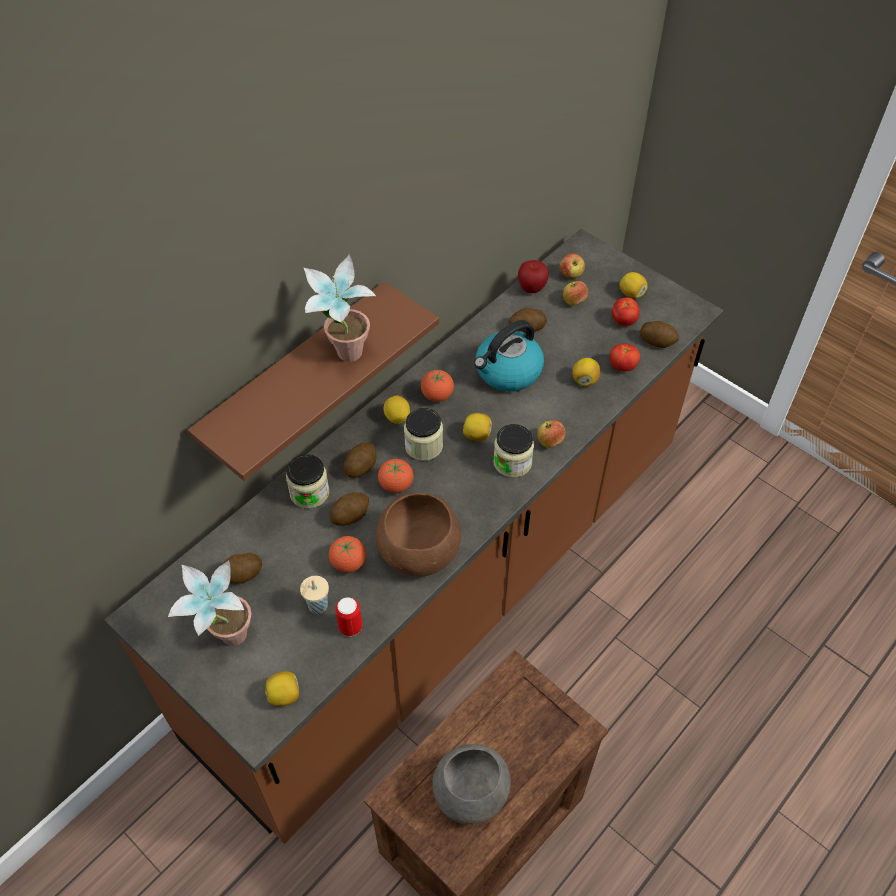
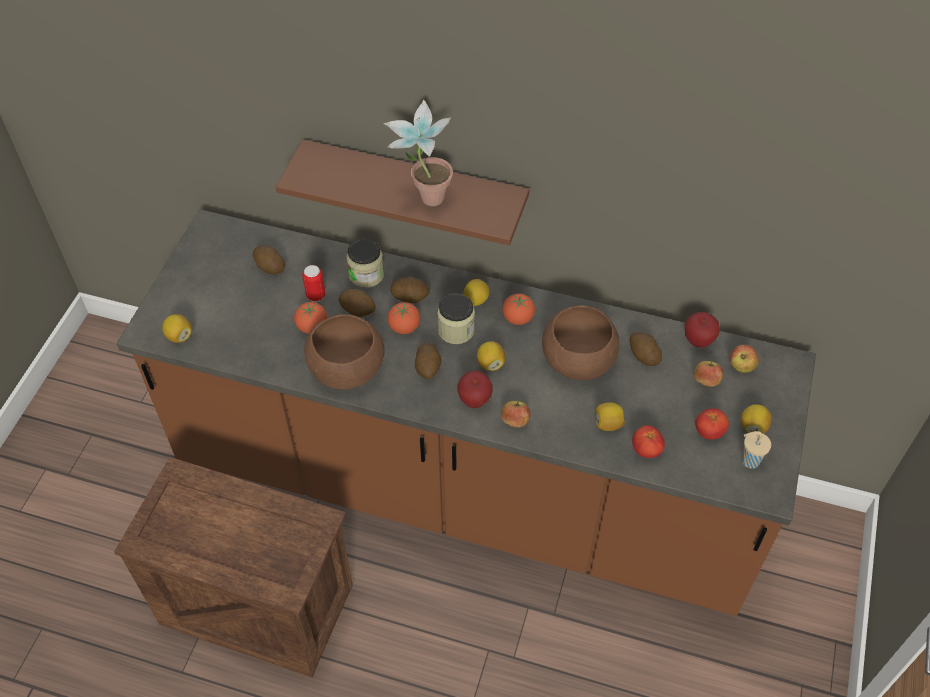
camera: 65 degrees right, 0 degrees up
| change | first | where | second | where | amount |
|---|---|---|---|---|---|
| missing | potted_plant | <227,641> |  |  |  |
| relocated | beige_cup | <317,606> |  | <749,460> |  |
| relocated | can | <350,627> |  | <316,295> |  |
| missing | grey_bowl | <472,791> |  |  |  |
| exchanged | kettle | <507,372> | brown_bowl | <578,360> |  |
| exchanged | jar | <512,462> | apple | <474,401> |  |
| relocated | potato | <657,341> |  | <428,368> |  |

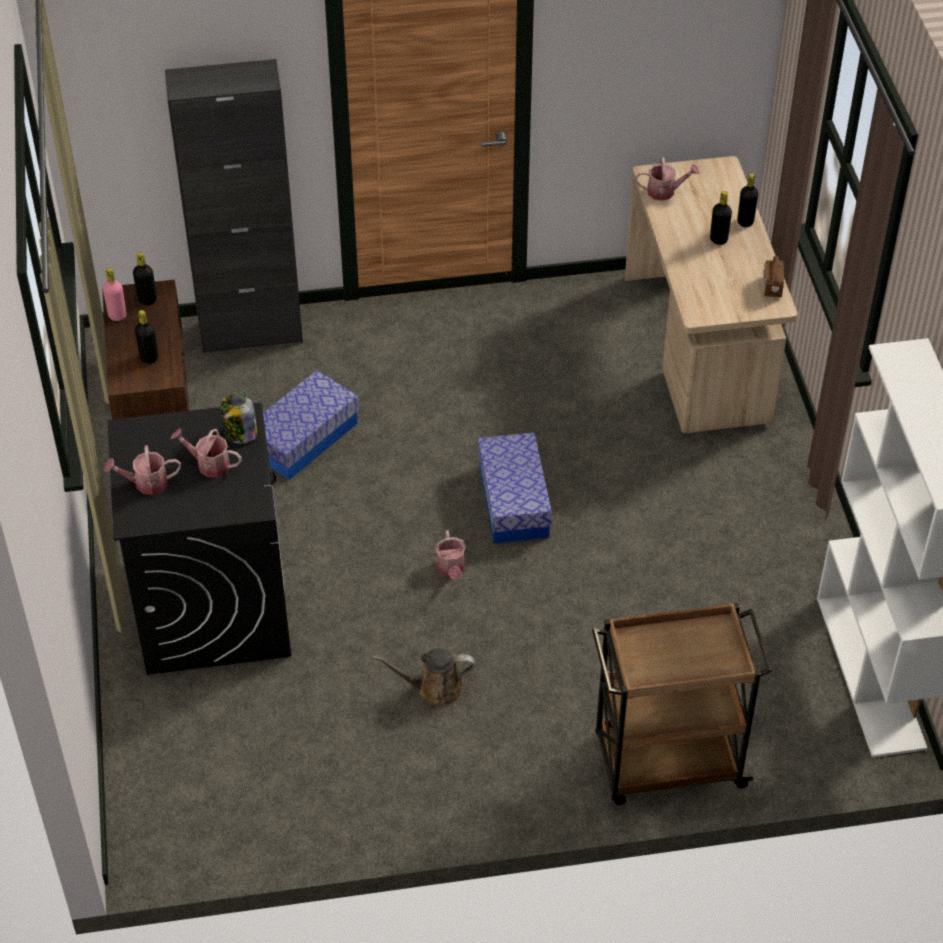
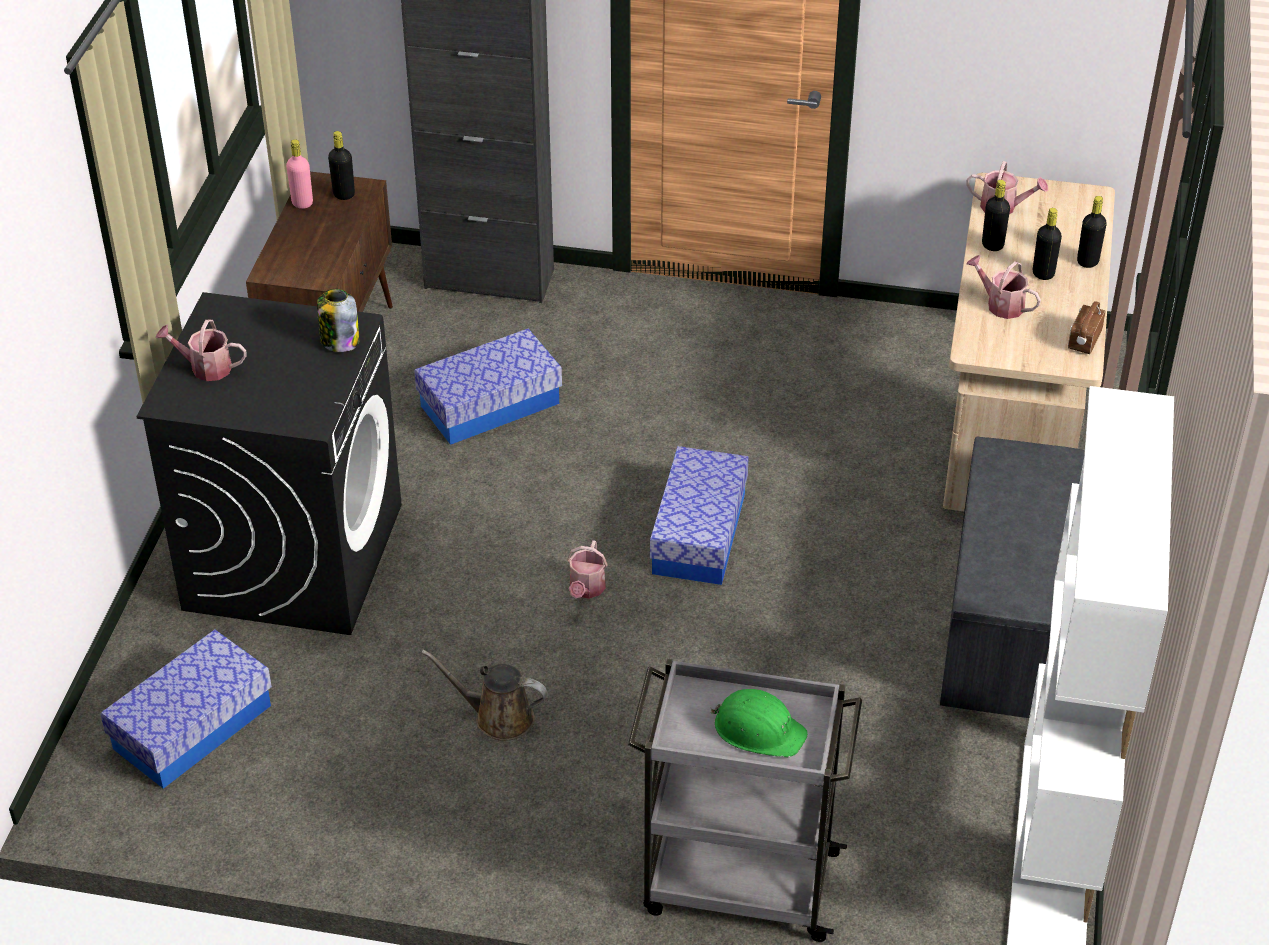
camera: 20 degrees right, 5 degrees down
| change | first | where | second | where | amount |
|---|---|---|---|---|---|
| relocated | black_bottle | <149,358> |  | <992,245> |  |
| relocated | watering_can | <209,464> |  | <1000,304> |  |
| colour | brown_cart | <666,762> | grey_cart | <737,882> |  |
| appeared |  |  | storage_box | <192,727> |  |
| appeared |  |  | green_hard_hat | <758,729> |  |
| appeared |  |  | grey_bench | <1008,625> |  |

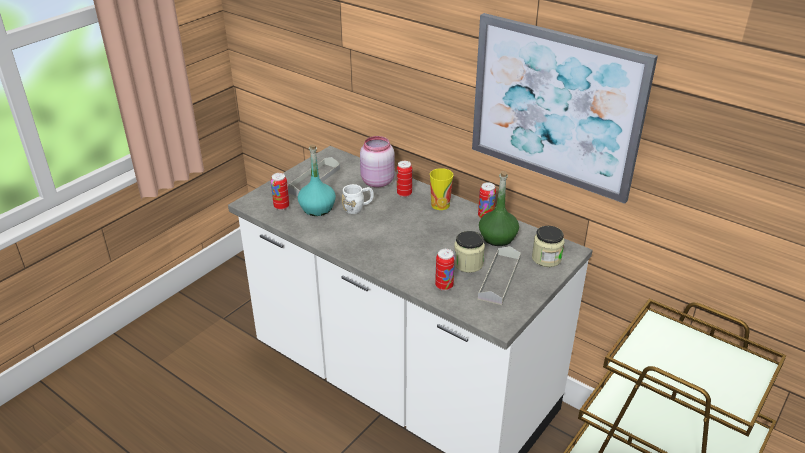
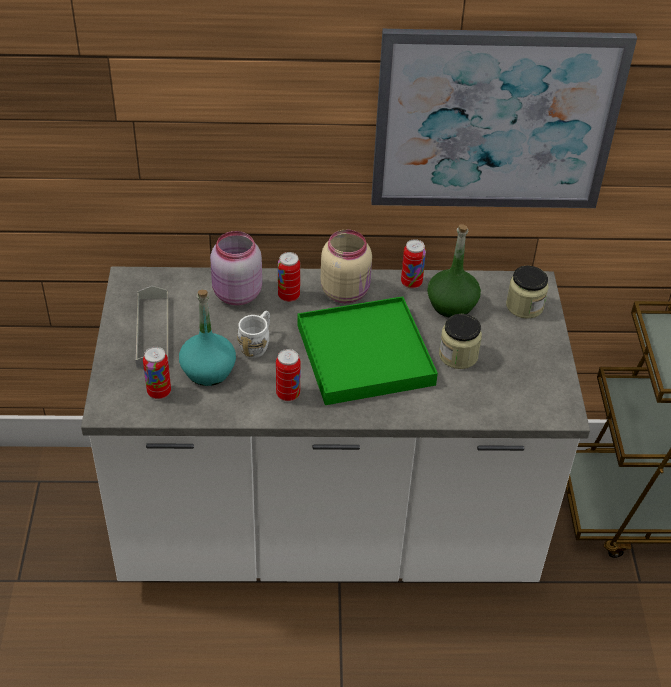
camera: 40 degrees left, 10 degrees up
| change | first | where | second | where | amount |
|---|---|---|---|---|---|
| exchanged | cup | <440,205> | beige_jar | <346,291> |  |
| relocated | can | <444,286> |  | <288,394> |  |
| missing | grey_tray | <499,278> |  |  |  |
| appeared |  |  | green_tray | <364,355> |  |

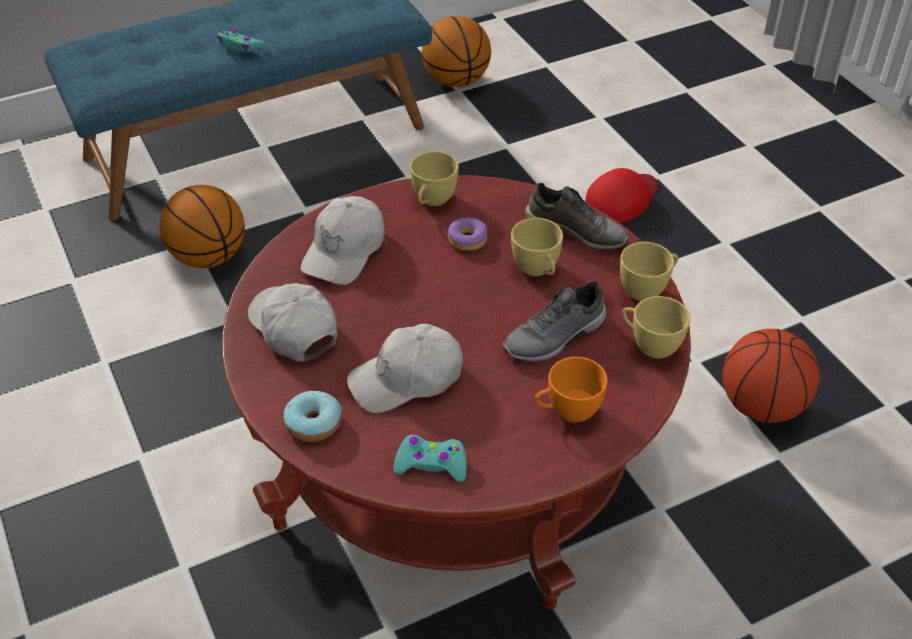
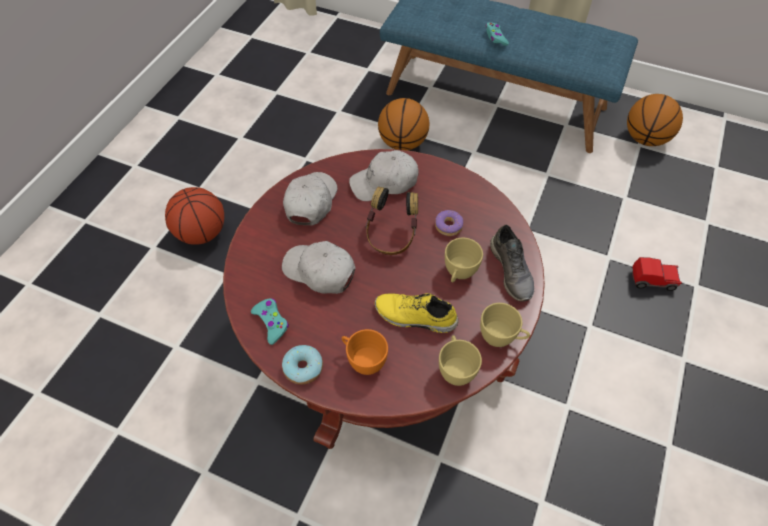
camera: 50 degrees right, 10 degrees up
| change | first | where | second | where | amount |
|---|---|---|---|---|---|
| relocated | donut | <313,423> |  | <303,368> |  |
| missing | yellow_cup | <432,201> |  |  |  |
| colour | grey_shoe | <555,337> | yellow_shoe | <414,317> |  |
| exchanged | red_cap | <622,199> | toy_car | <652,280> |  |
| relocated | basketball | <761,406> |  | <202,233> |  |
| appeared |  |  | headphones | <391,236> |  |

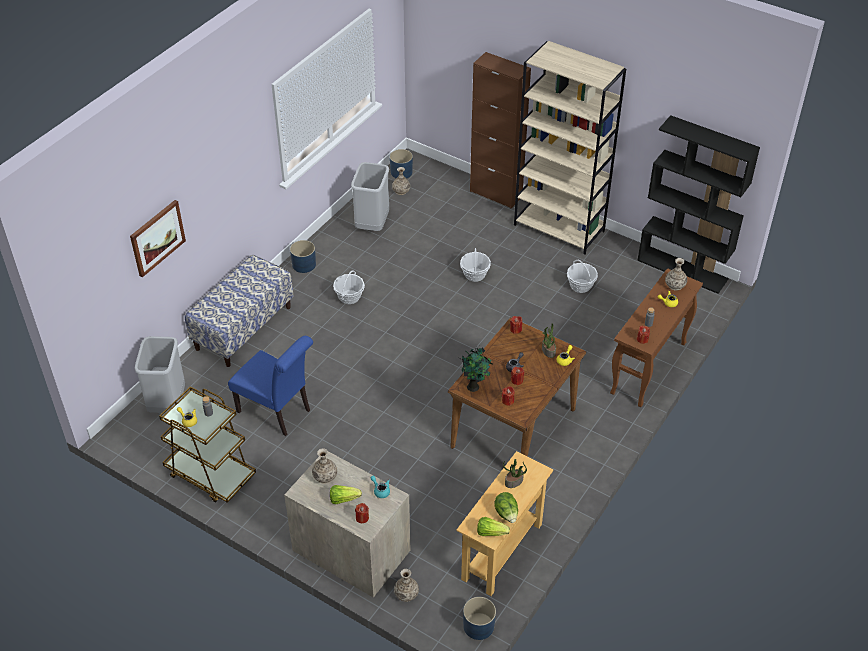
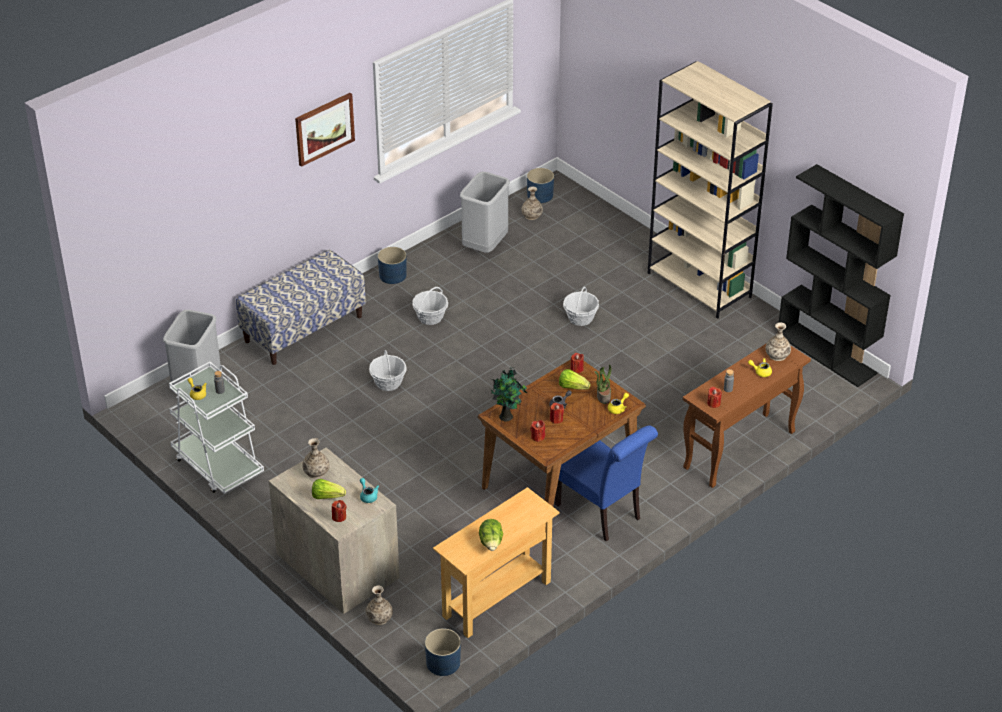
camera: 15 degrees right, 5 degrees down
| change | first | where | second | where | amount |
|---|---|---|---|---|---|
| relocated | picture | <157,237> |  | <324,128> |  |
| colour | brown_cart | <210,474> | white_cart | <217,465> |  |
| relocated | blue_chair | <277,412> |  | <602,514> |  |
| missing | brown_cabinet | <496,194> |  |  |  |
| relocated | lettuce | <491,532> |  | <573,387> |  |
| missing | potted_plant | <514,482> |  |  |  |
| relocated | basket | <580,286> |  | <388,383> |  |

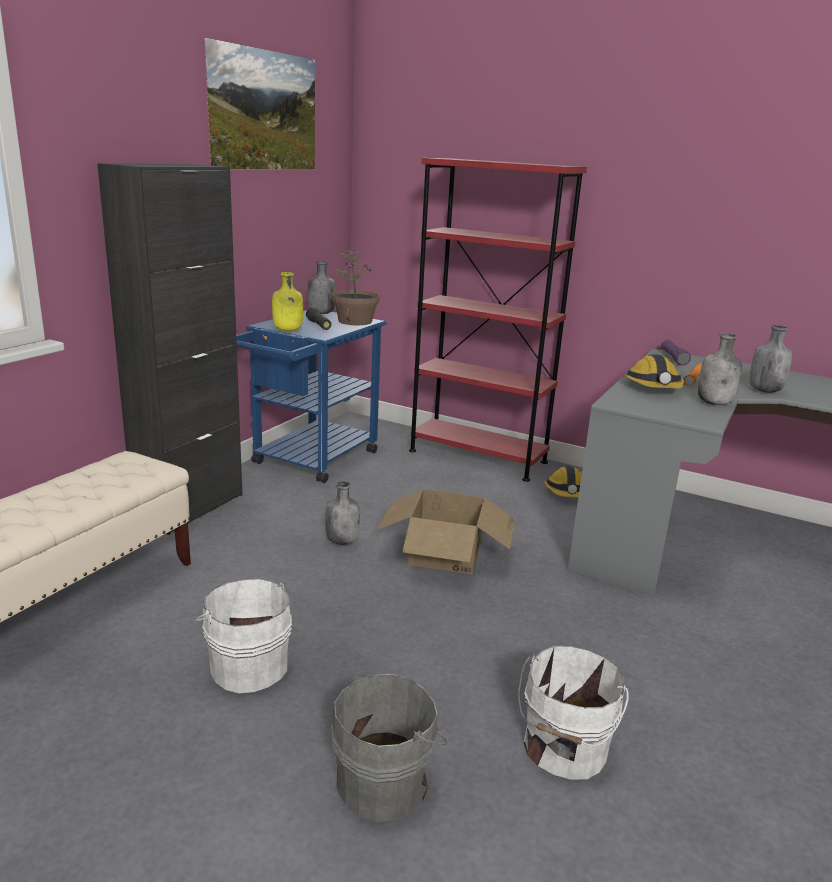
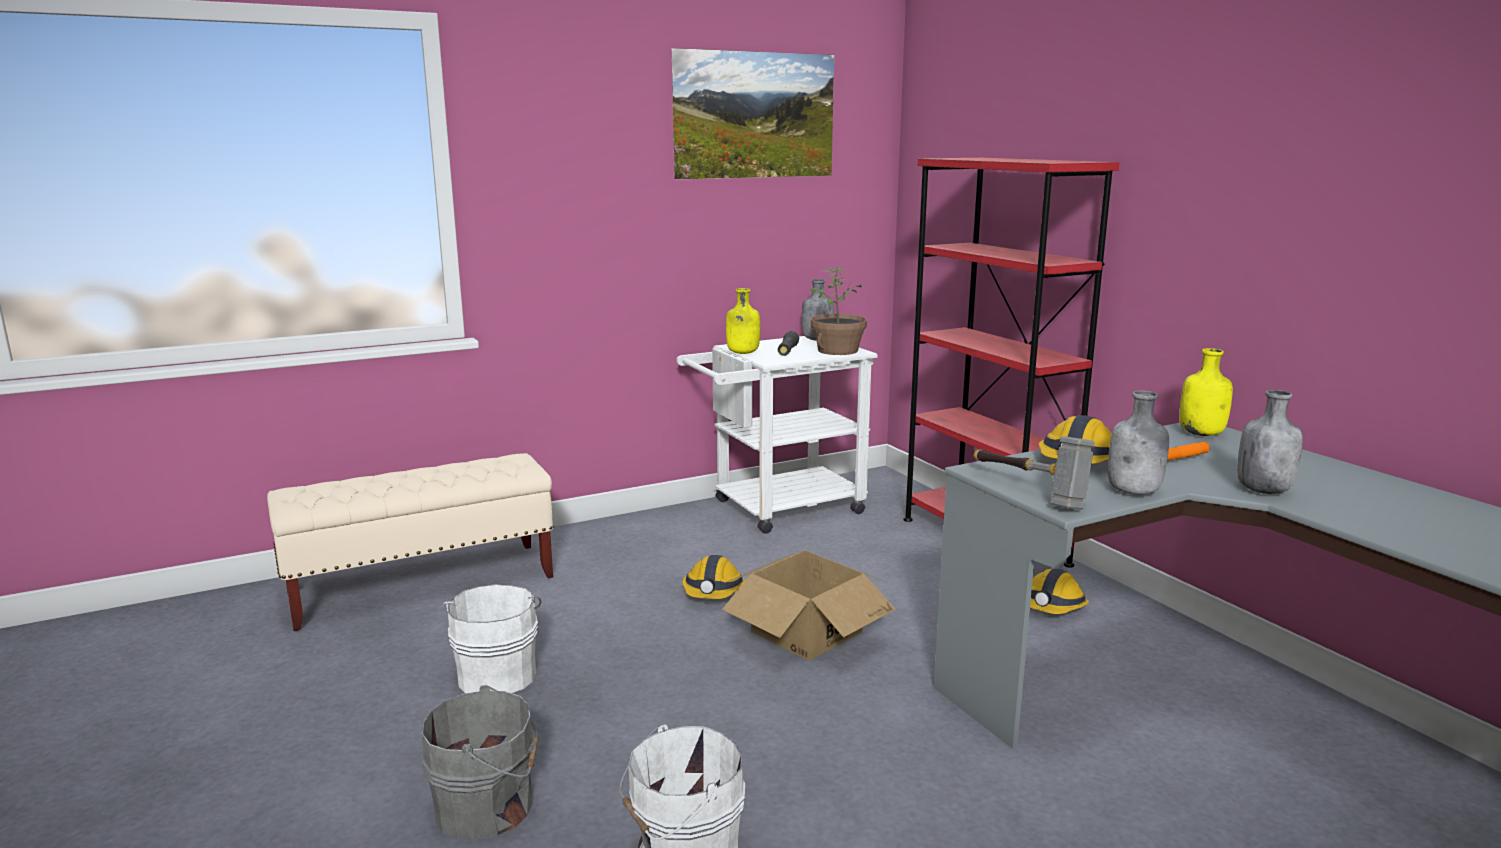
camera: 35 degrees right, 5 degrees down
| change | first | where | second | where | amount |
|---|---|---|---|---|---|
| missing | black_cabinet | <190,508> |  |  |  |
| colour | blue_cart | <309,461> | white_cart | <777,509> |  |
| exchanged | grey_bottle | <342,541> | hard_hat | <713,592> |  |
| exchanged | purple_flashlight | <673,358> | yellow_bottle | <1202,434> |  |
| appeared |  |  | hammer | <1029,492> |  |

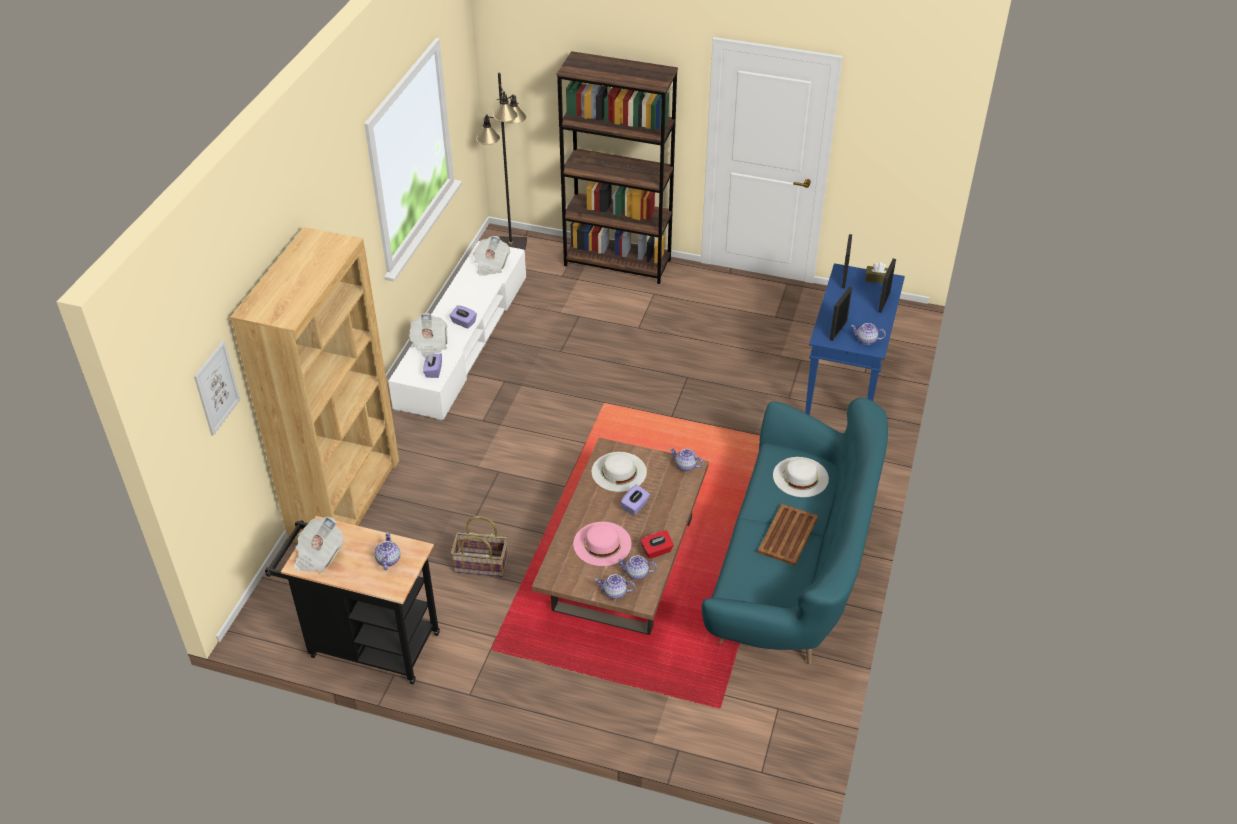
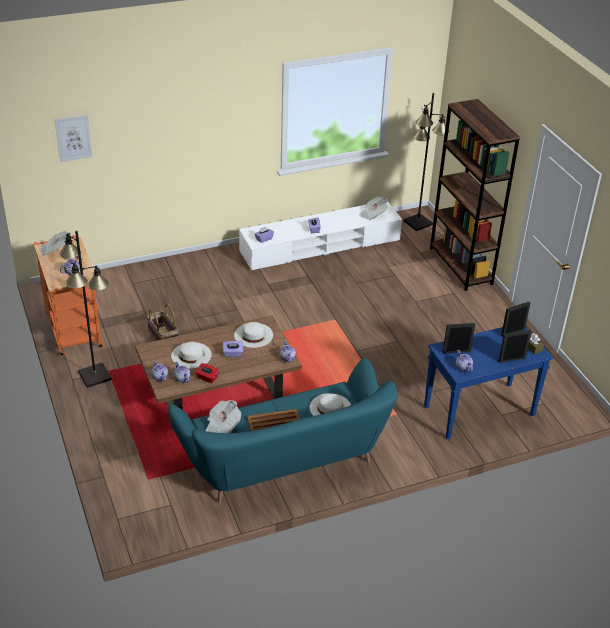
camera: 50 degrees right, 5 degrees down
| change | first | where | second | where | amount |
|---|---|---|---|---|---|
| missing | brown_bookcase | <345,499> |  |  |  |
| colour | black_cart | <367,644> | orange_cart | <72,328> |  |
| relocated | newspaper | <429,344> |  | <222,426> |  |
| colour | pink_hat | <602,543> | white_hat | <191,355> |  |
| appeared |  |  | black_floor_lamp | <95,375> |  |

